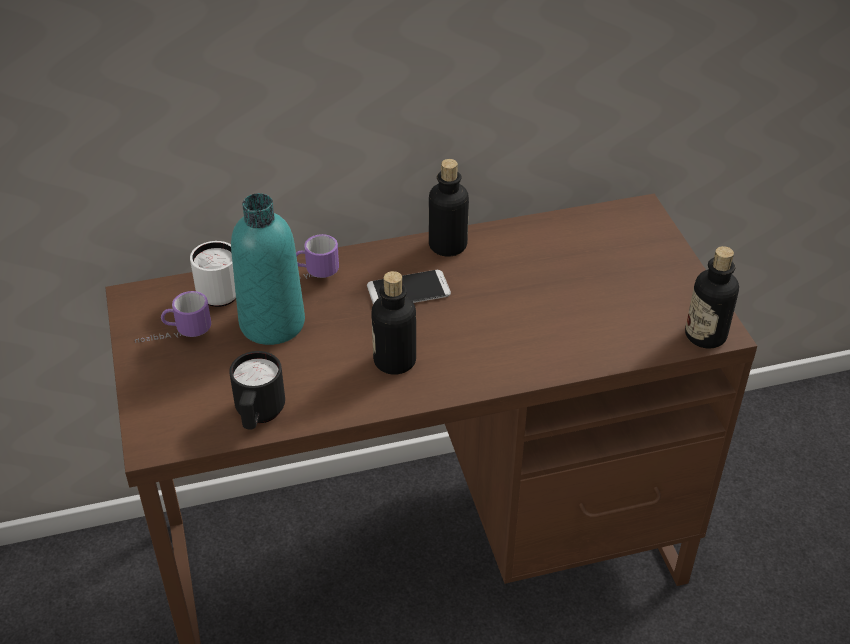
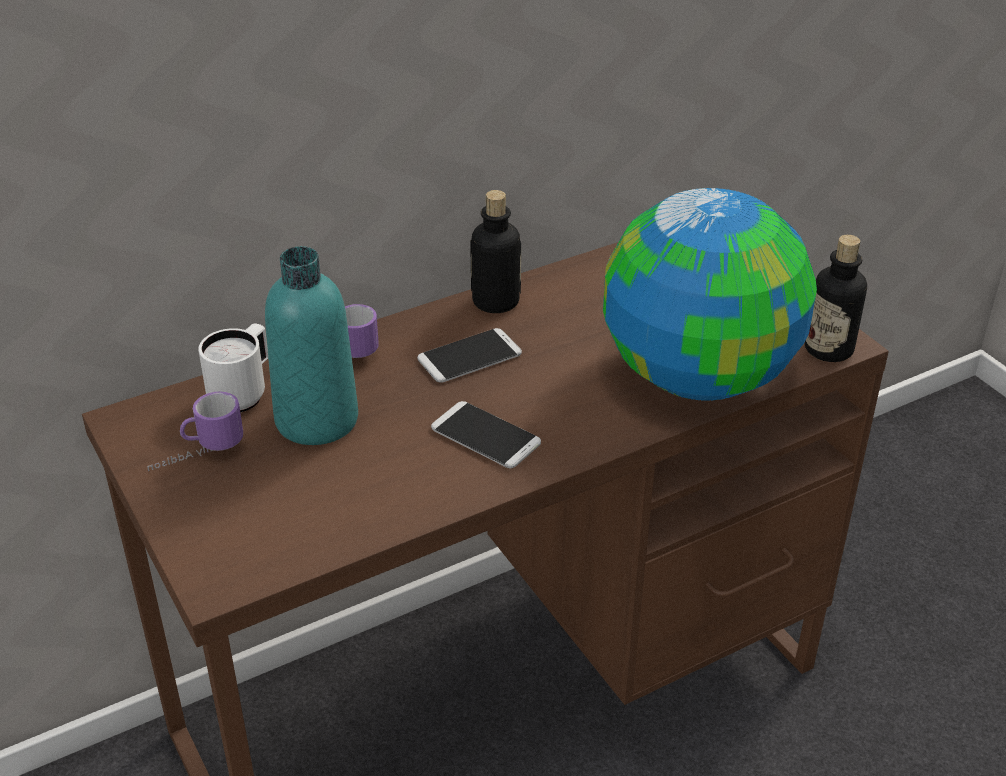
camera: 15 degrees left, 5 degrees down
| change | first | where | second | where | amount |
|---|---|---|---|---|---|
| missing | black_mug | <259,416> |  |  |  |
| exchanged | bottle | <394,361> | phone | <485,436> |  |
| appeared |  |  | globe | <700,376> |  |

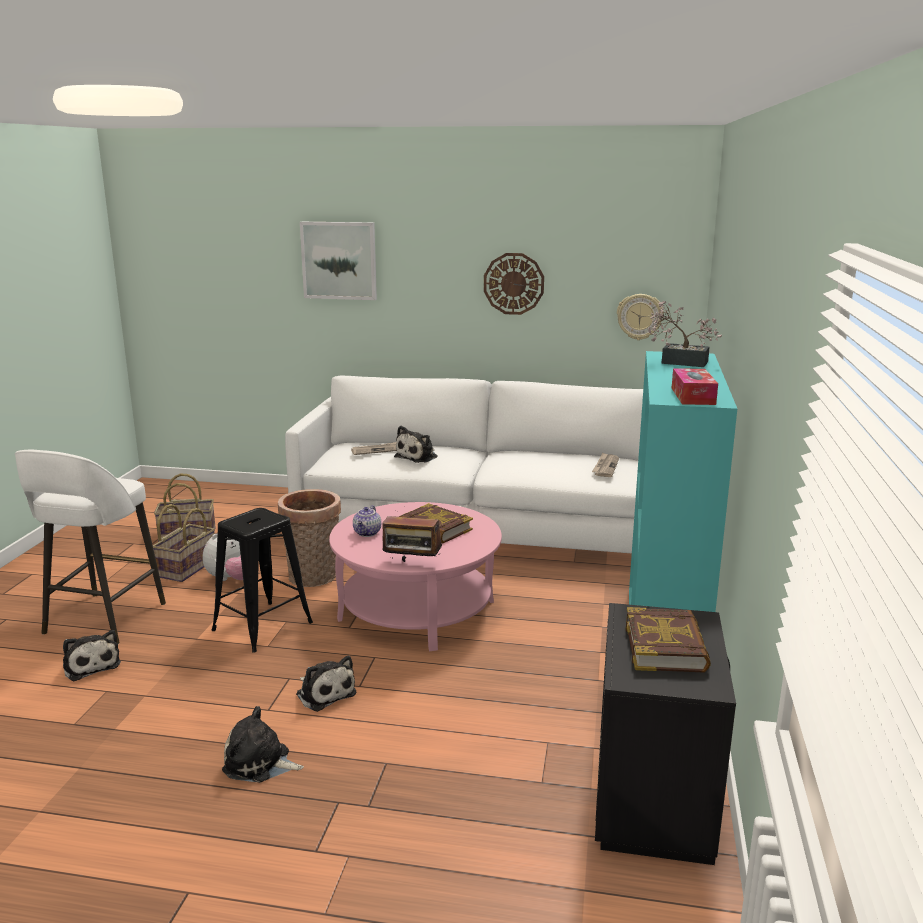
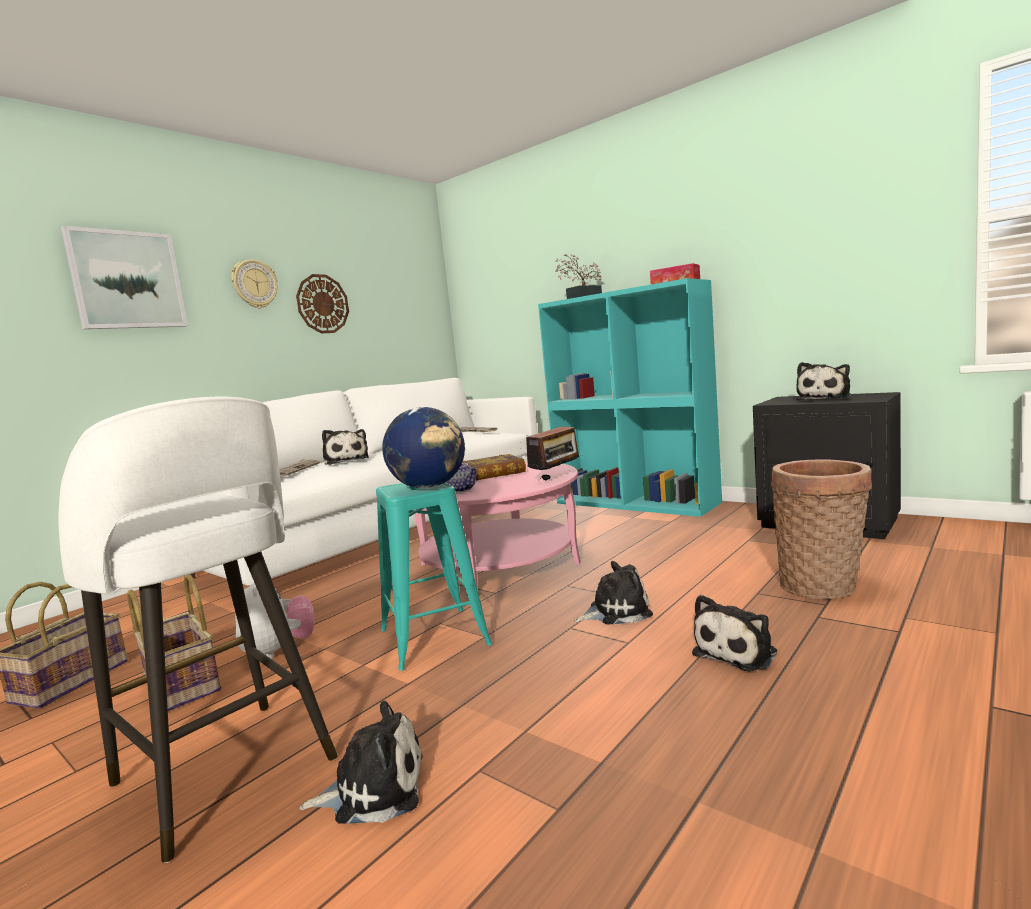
camera: 60 degrees left, 10 degrees down
| change | first | where | second | where | amount |
|---|---|---|---|---|---|
| colour | black_stool | <262,627> | turquoise_stool | <434,637> |  |
| relocated | basket | <313,578> |  | <822,585> |  |
| relocated | wall_clock | <639,316> |  | <254,284> |  |
| exchanged | book | <666,647> | plush_toy | <825,398> |  |
| appeared |  |  | globe | <429,487> |  |

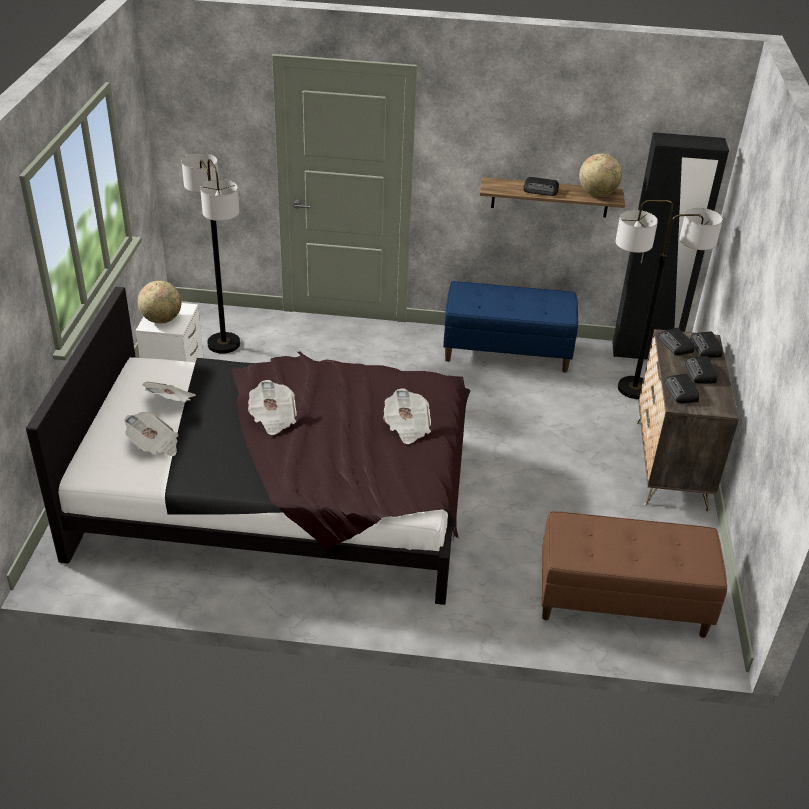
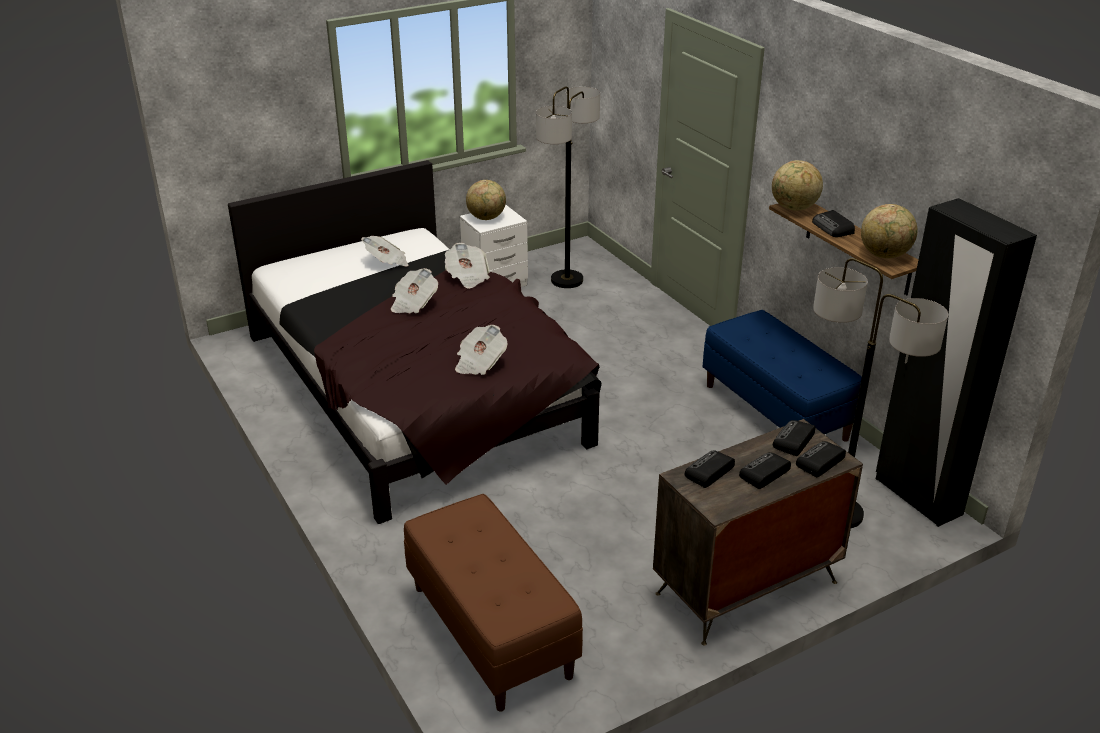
camera: 55 degrees right, 5 degrees down
| change | first | where | second | where | amount |
|---|---|---|---|---|---|
| relocated | newspaper | <154,445> |  | <467,277> |  |
| appeared |  |  | globe | <794,208> |  |

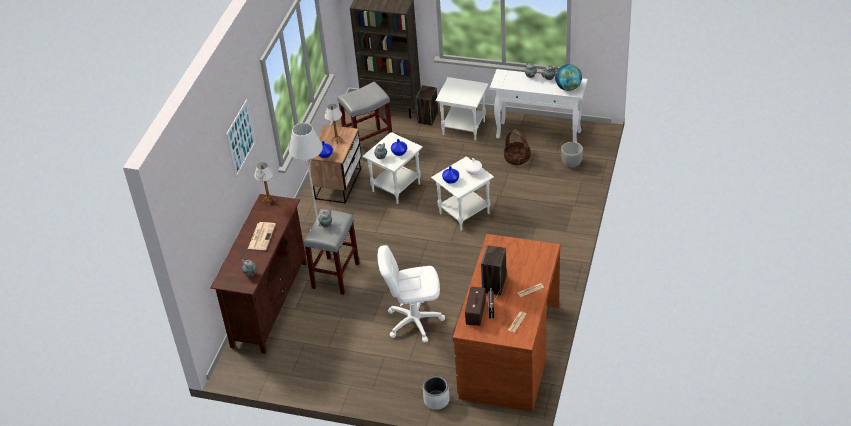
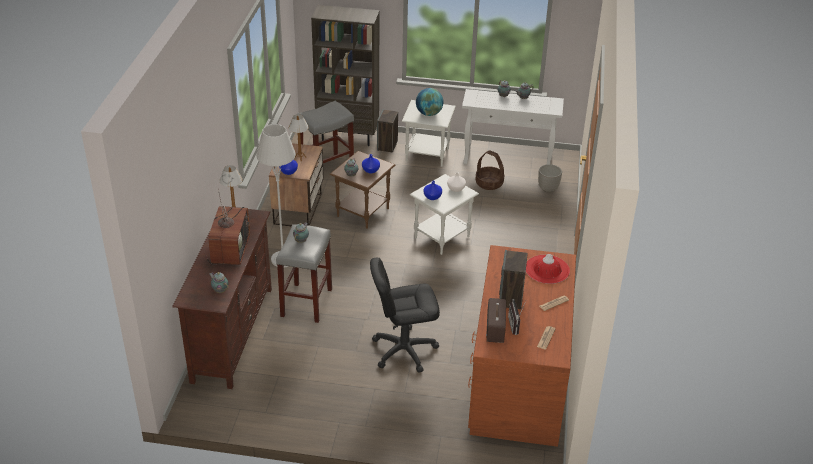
camera: 10 degrees left, 5 degrees down
| change | first | where | second | where | amount |
|---|---|---|---|---|---|
| missing | picture | <241,138> |  |  |  |
| exchanged | newspaper | <261,236> | television | <229,250> |  |
| colour | white_side_table | <396,187> | brown_side_table | <363,212> |  |
| colour | white_office_chair | <414,321> | black_office_chair | <404,350> |  |
| missing | grey_planter | <437,400> |  |  |  |
| relocated | globe | <568,88> |  | <429,113> |  |
| appeared |  |  | red_hat | <547,269> |  |

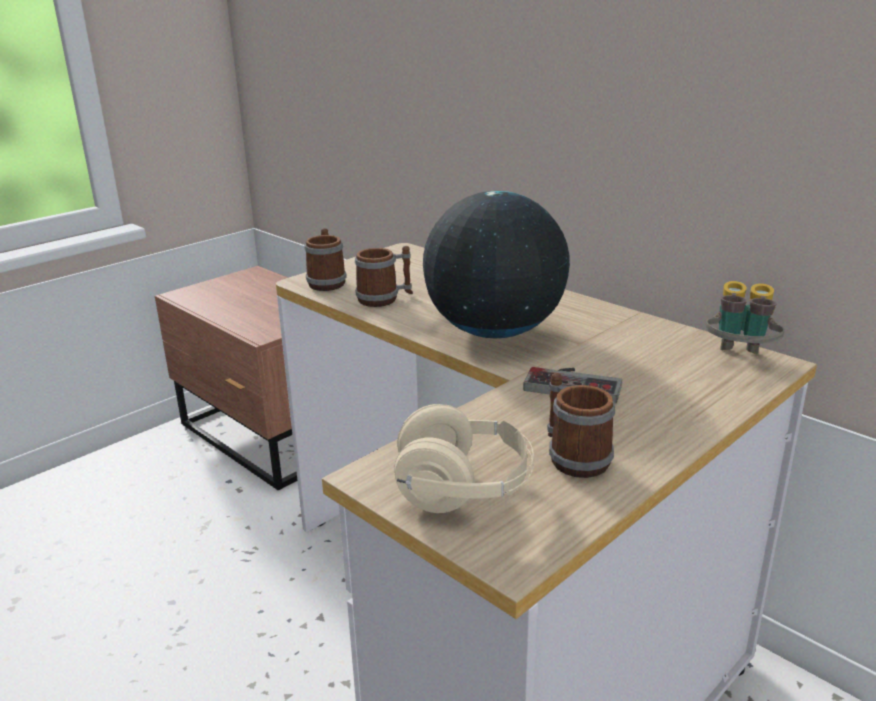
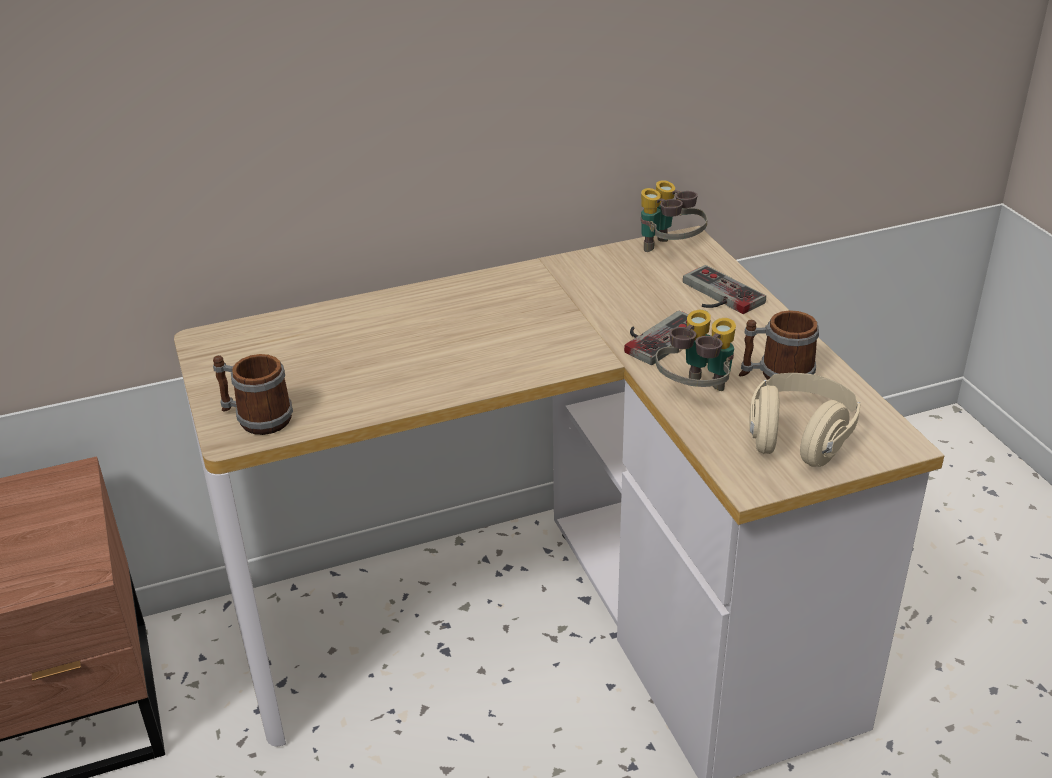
camera: 65 degrees left, 10 degrees up
| change | first | where | second | where | amount |
|---|---|---|---|---|---|
| missing | mug | <385,299> |  |  |  |
| missing | globe | <494,332> |  |  |  |
| appeared |  |  | binoculars | <696,393> |  |
| appeared |  |  | game_controller | <716,295> |  |

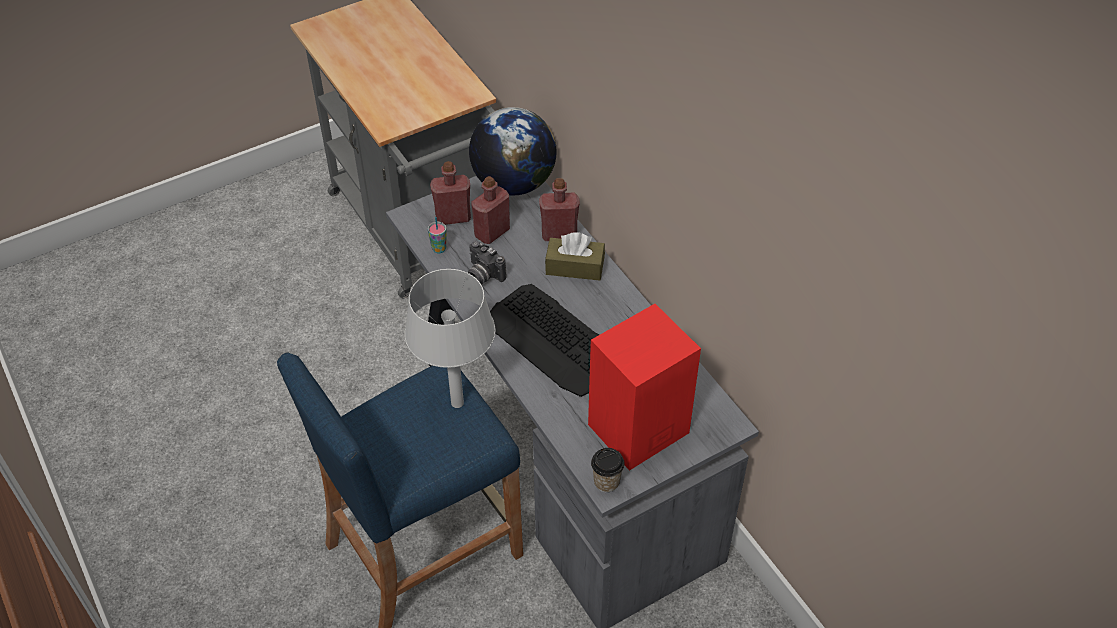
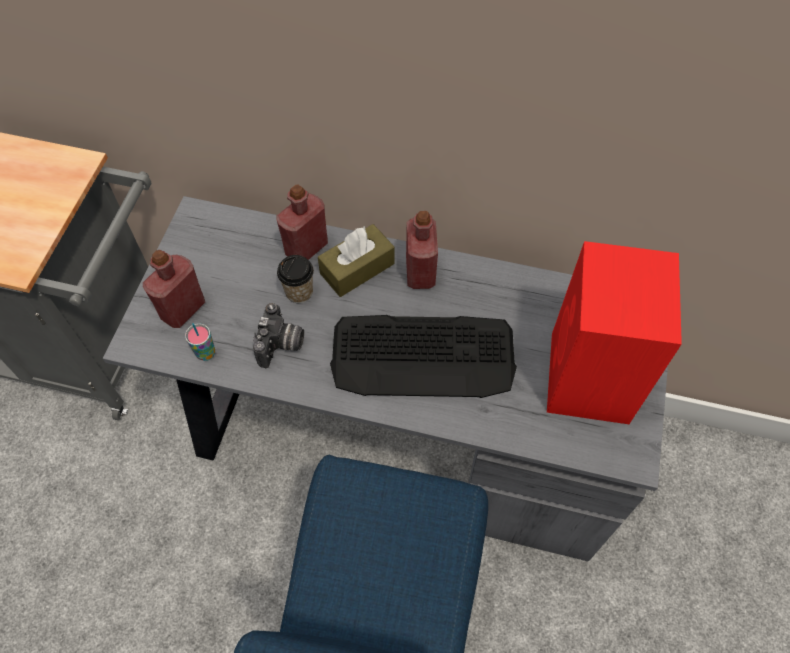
camera: 45 degrees left, 10 degrees up
| change | first | where | second | where | amount |
|---|---|---|---|---|---|
| missing | grey_table_lamp | <457,402> |  |  |  |
| spun | photo_camera | <482,275> |  | <281,346> | 75 degrees counterclockwise |
| missing | globe | <513,183> |  |  |  |
| relocated | red_bottle | <492,232> |  | <420,272> |  |
| relocated | cup | <606,482> |  | <299,292> |  |

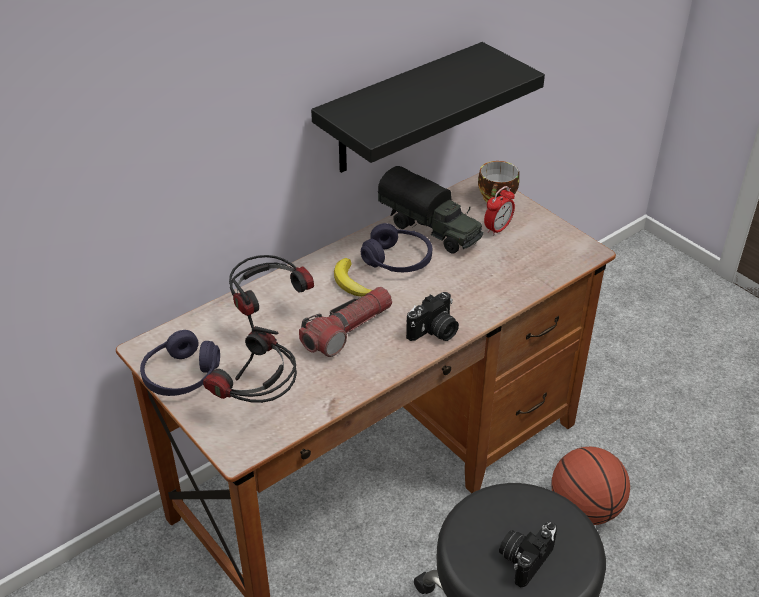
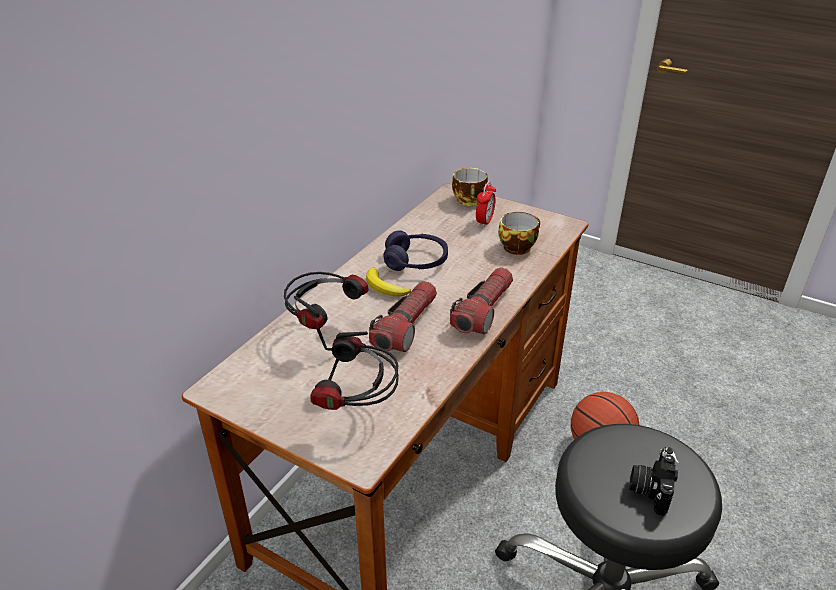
camera: 20 degrees left, 5 degrees down
| change | first | where | second | where | amount |
|---|---|---|---|---|---|
| missing | purple_headphones | <181,375> |  |  |  |
| missing | black_shelf | <400,110> |  |  |  |
| missing | toy_truck | <431,229> |  |  |  |
| exchanged | photo_camera | <434,332> | flashlight | <483,311> |  |
| appeared |  |  | cup | <517,246> |  |

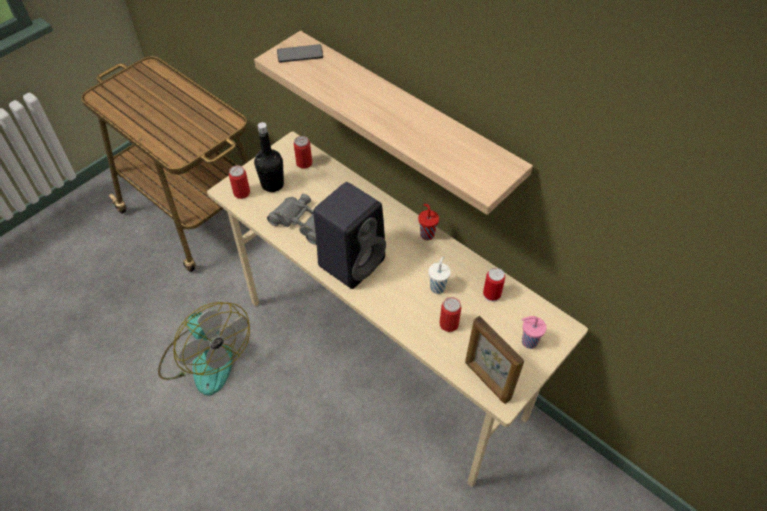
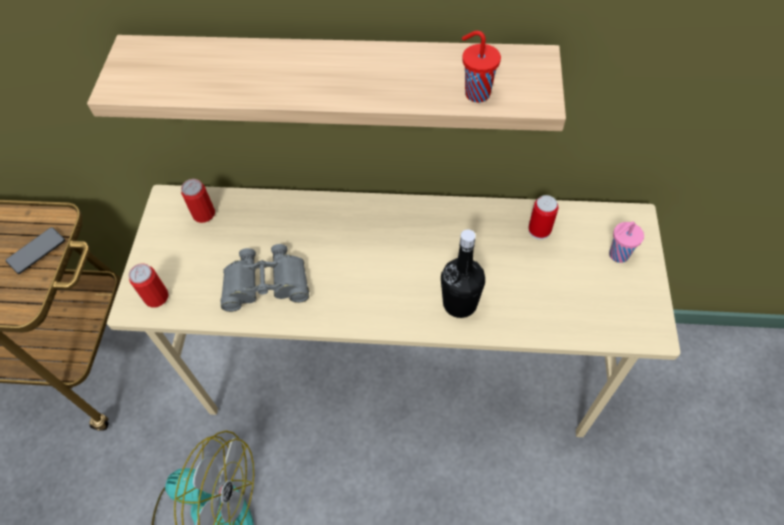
camera: 35 degrees left, 5 degrees up
| change | first | where | second | where | amount |
|---|---|---|---|---|---|
| relocated | black_bottle | <272,184> |  | <460,303> |  |
| relocated | phone | <300,54> |  | <36,251> |  |
| missing | black_speaker | <352,261> |  |  |  |
| relocated | red_cup | <427,234> |  | <476,93> |  |
| missing | white_cup | <438,287> |  |  |  |
| missing | can | <449,324> |  |  |  |
| missing | picture_frame | <487,380> |  |  |  |

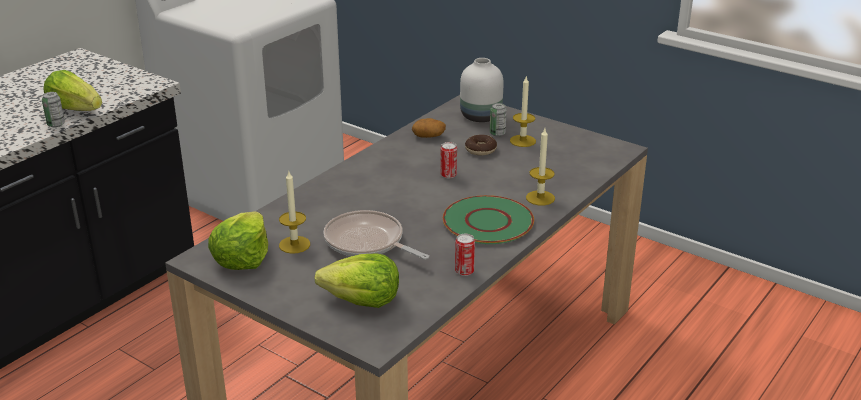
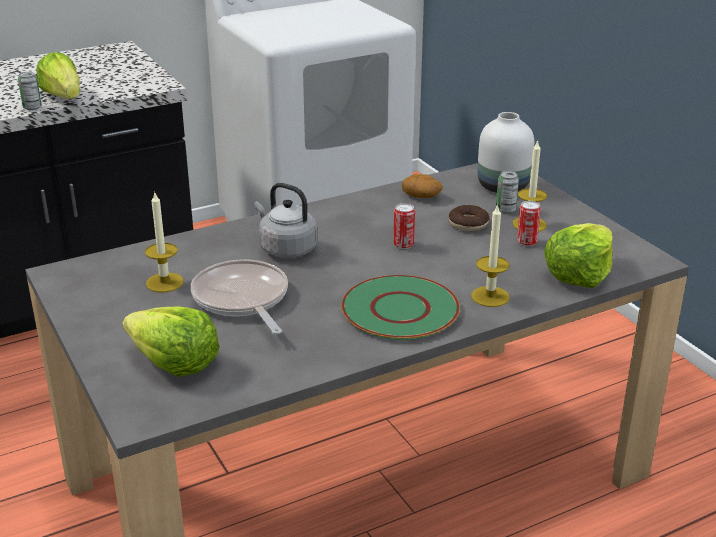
camera: 25 degrees right, 0 degrees up
| change | first | where | second | where | amount |
|---|---|---|---|---|---|
| relocated | lettuce | <242,258> |  | <578,274> |  |
| relocated | can | <464,271> |  | <527,242> |  |
| appeared |  |  | grey_kettle | <286,249> |  |

